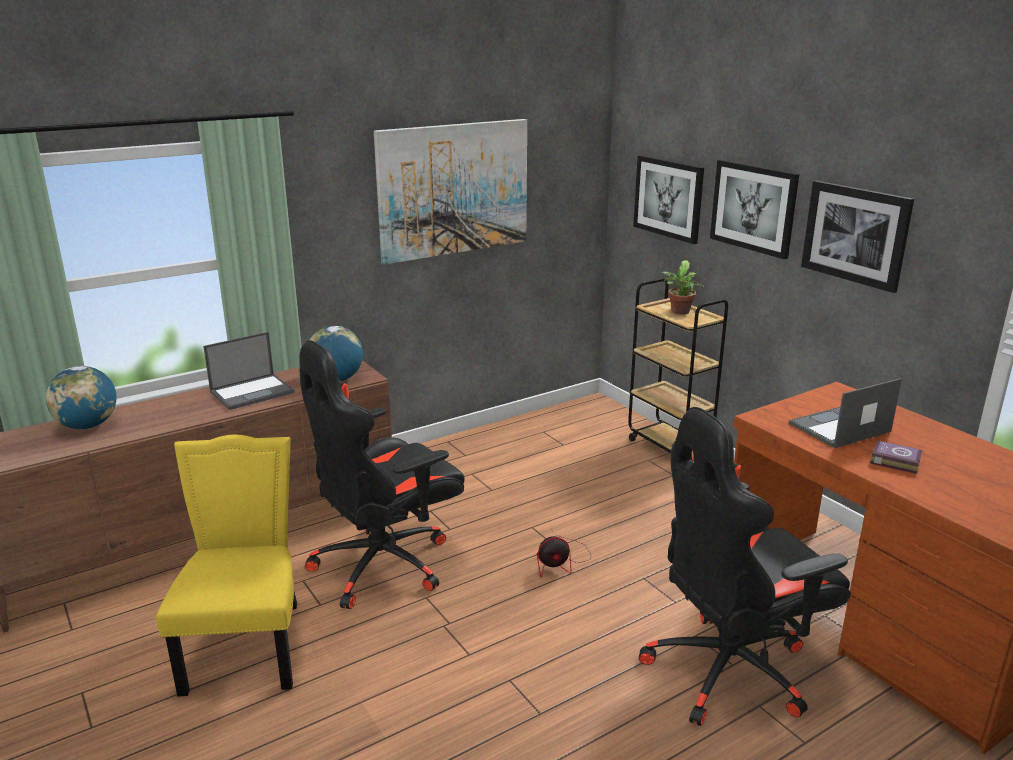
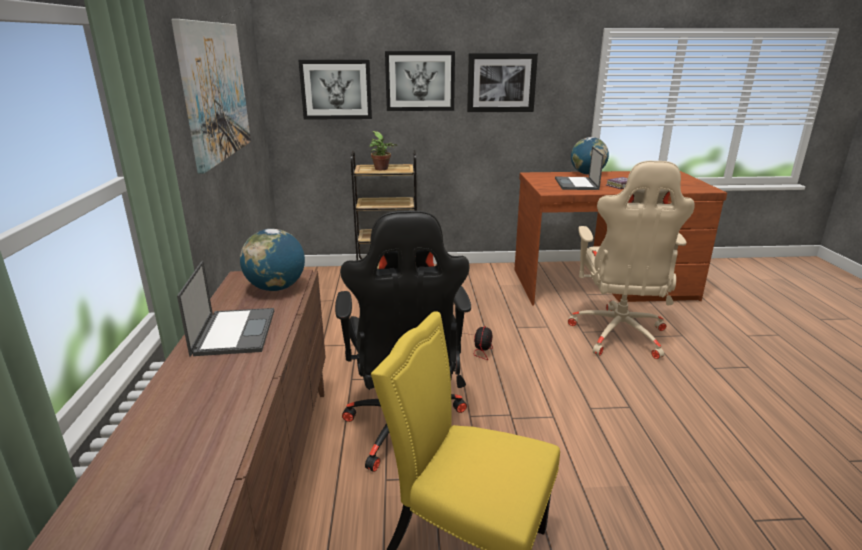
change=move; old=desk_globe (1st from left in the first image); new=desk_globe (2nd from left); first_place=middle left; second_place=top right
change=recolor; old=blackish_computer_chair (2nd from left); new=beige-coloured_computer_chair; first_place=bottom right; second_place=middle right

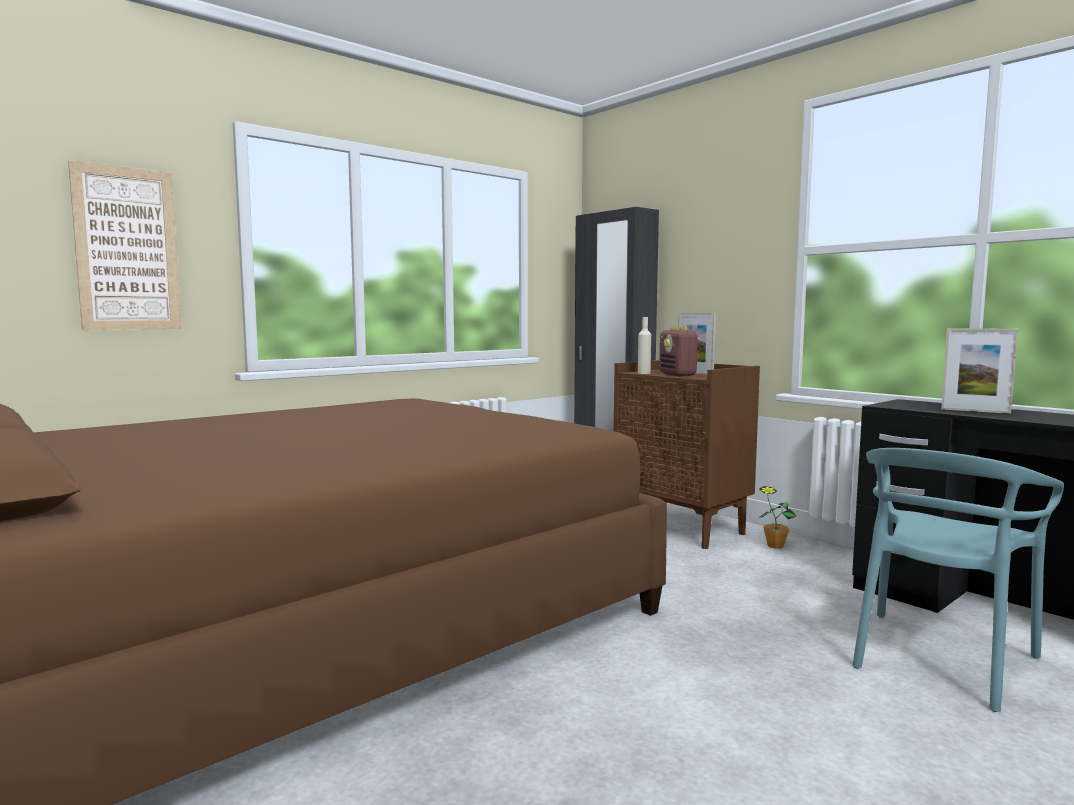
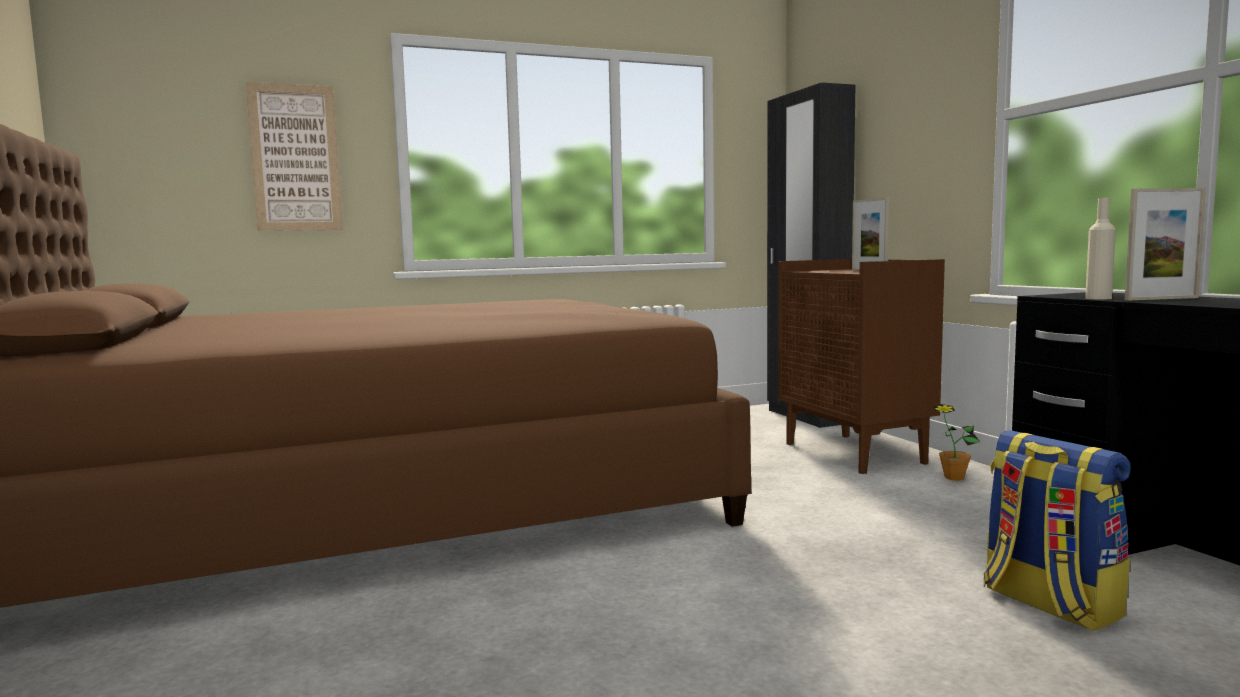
change=delete; old=radio_set; first_place=centre
change=move; old=beige-coloured_drink_bottle; first_place=centre; second_place=middle right
change=replace; old=turquoise_plain_chair; new=rucksack; first_place=bottom right; second_place=bottom right
change=rotate; old=standing_frame (2nd from left); first_place=middle right; second_place=middle right; degrees=-60

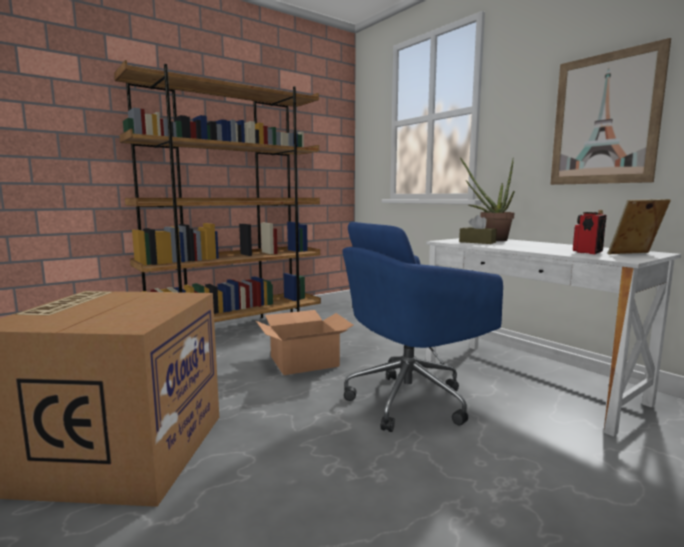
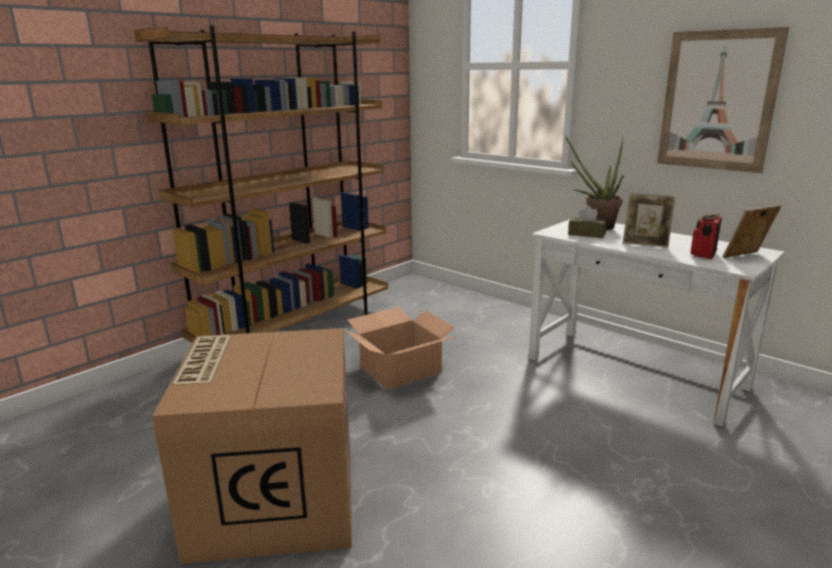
change=delete; old=blue-coloured_computer_chair; first_place=centre
change=insert; new=standing_frame (1st from left); second_place=middle right

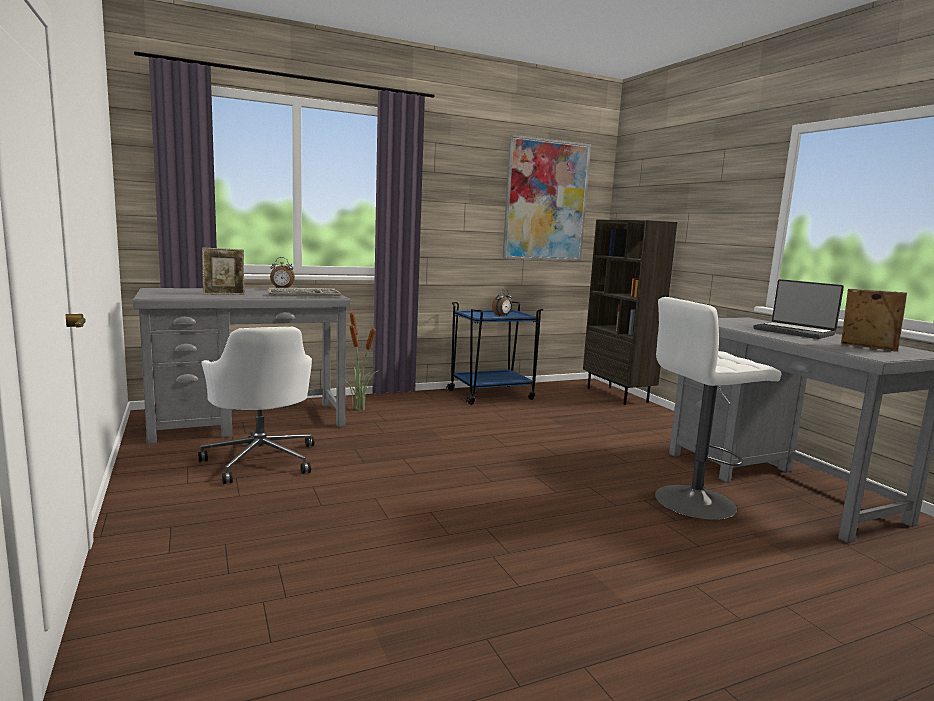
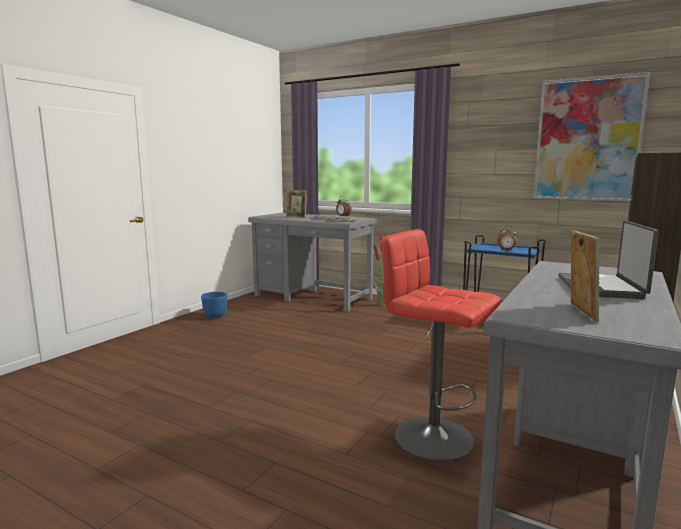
change=delete; old=white_computer_chair; first_place=middle left
change=insert; new=blue-coloured_plant_pot; second_place=middle left
change=recolor; old=white_sitting_stool; new=red_sitting_stool; first_place=middle right; second_place=centre

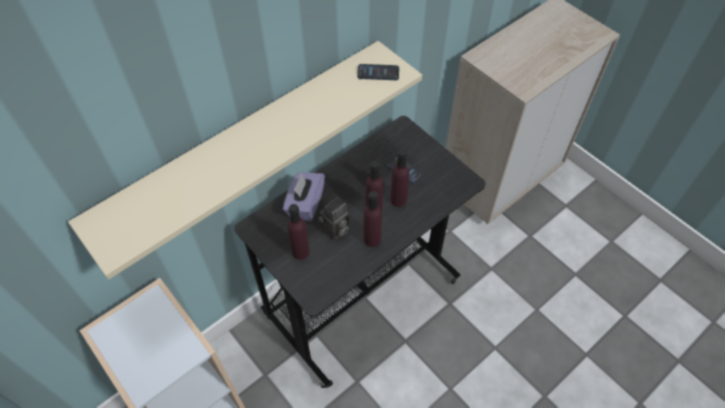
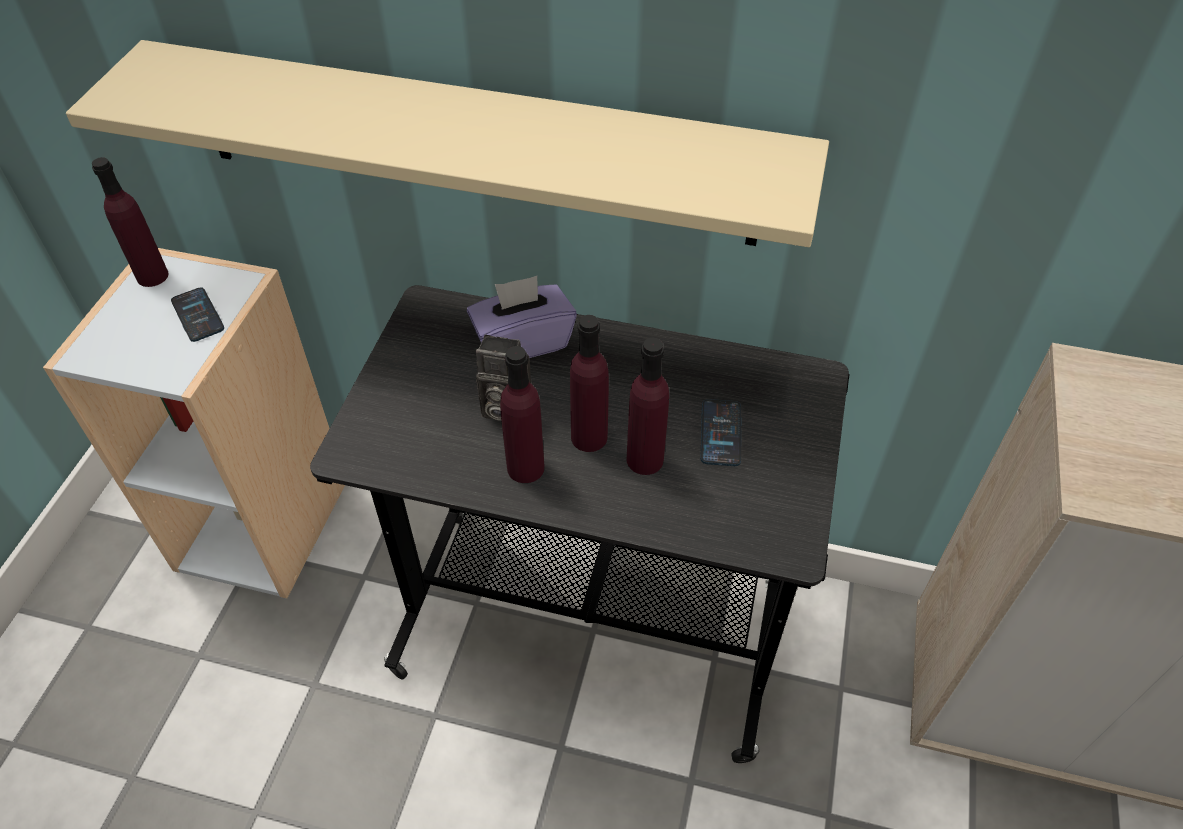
change=move; old=purplish_drink_bottle (1st from left); first_place=centre; second_place=top left
change=move; old=telephone (1st from left); first_place=top centre; second_place=middle left

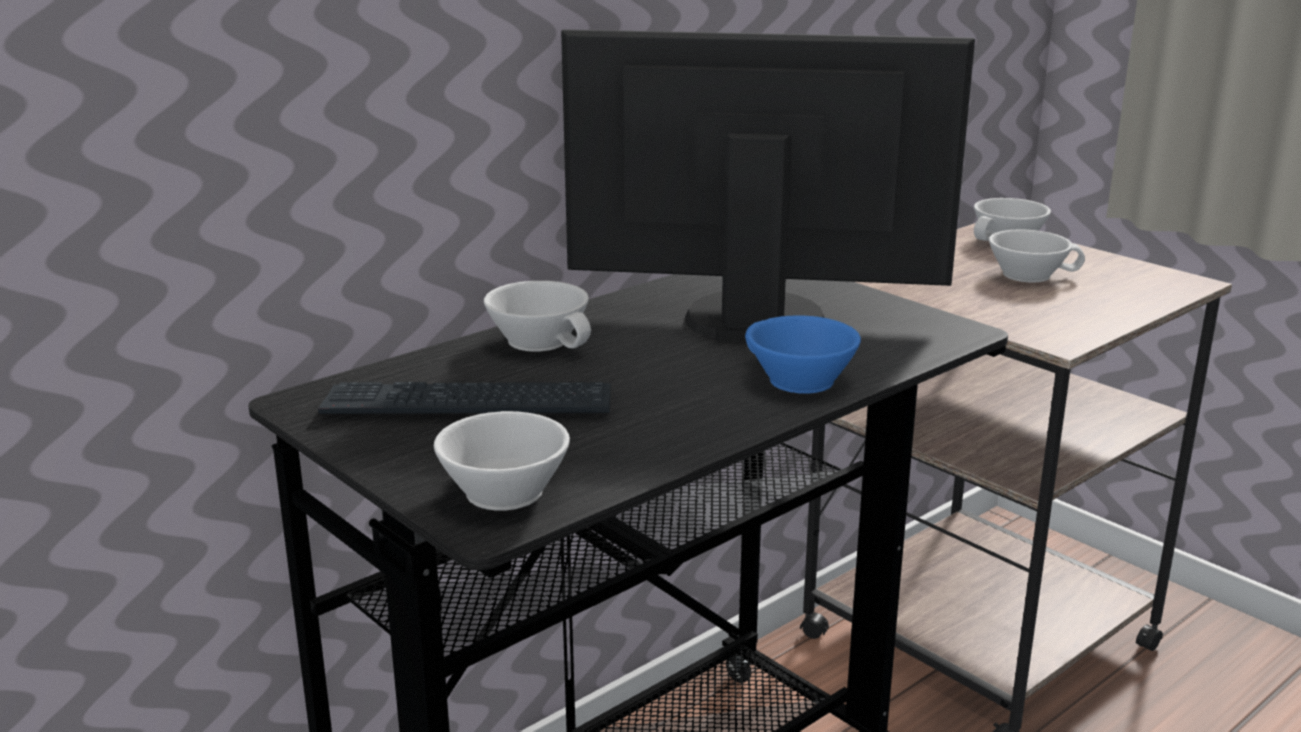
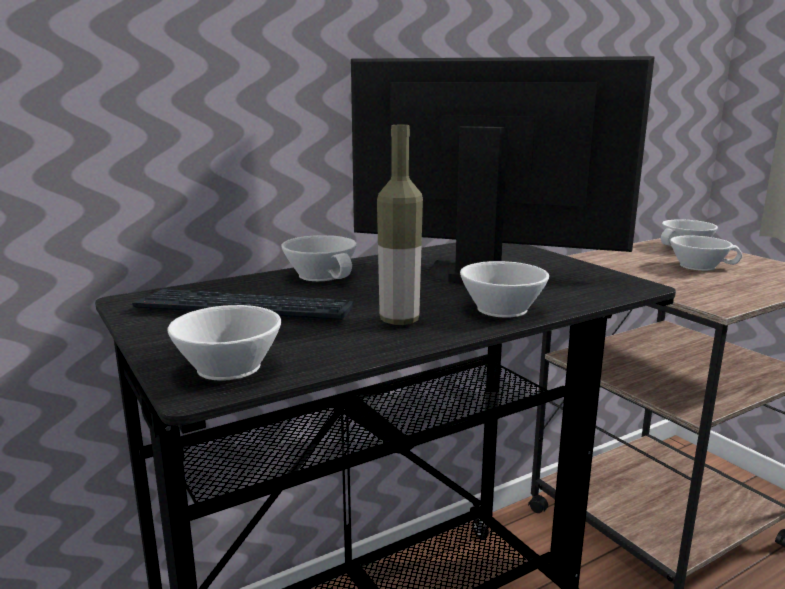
change=insert; new=drink_bottle; second_place=centre
change=recolor; old=blue-coloured_small_cup; new=white_small_cup (3rd from left); first_place=centre; second_place=centre

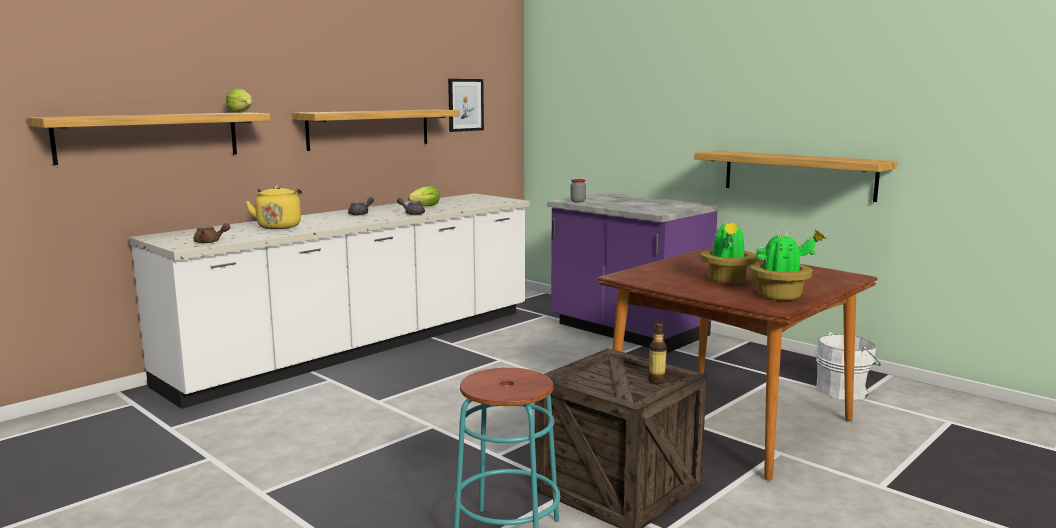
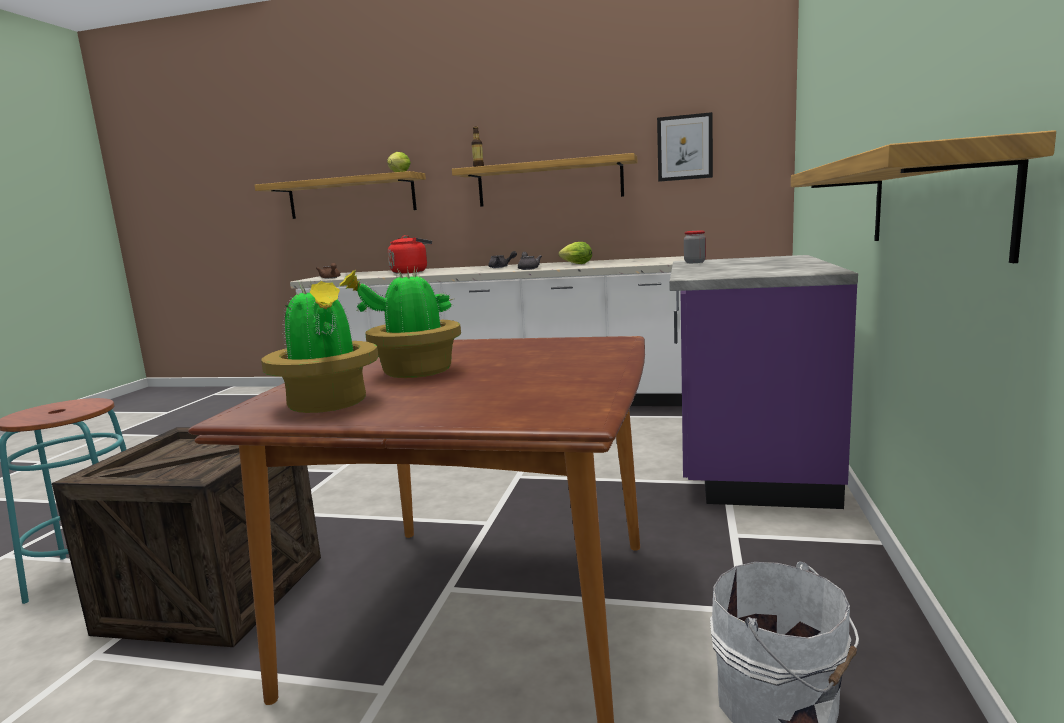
change=move; old=drink_bottle; first_place=bottom centre; second_place=top centre
change=recolor; old=yellow_kettle; new=red_kettle; first_place=middle left; second_place=centre

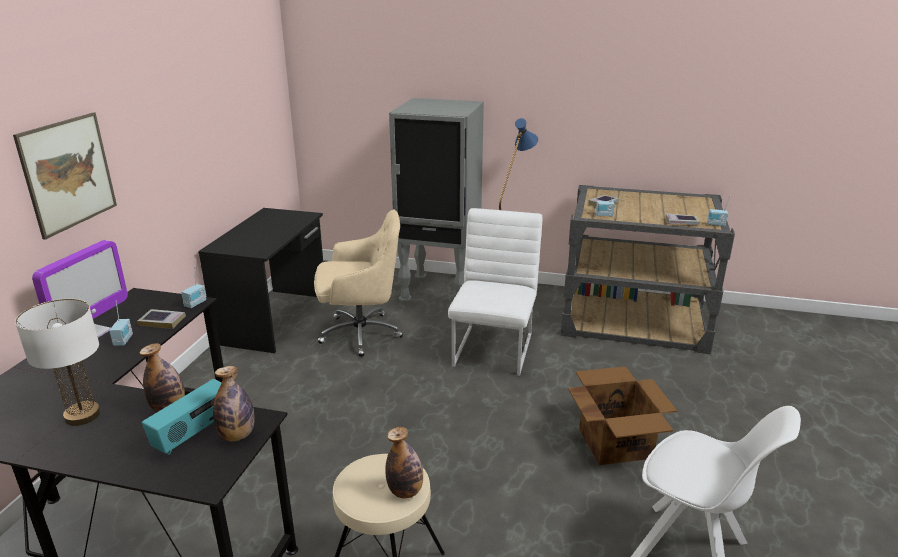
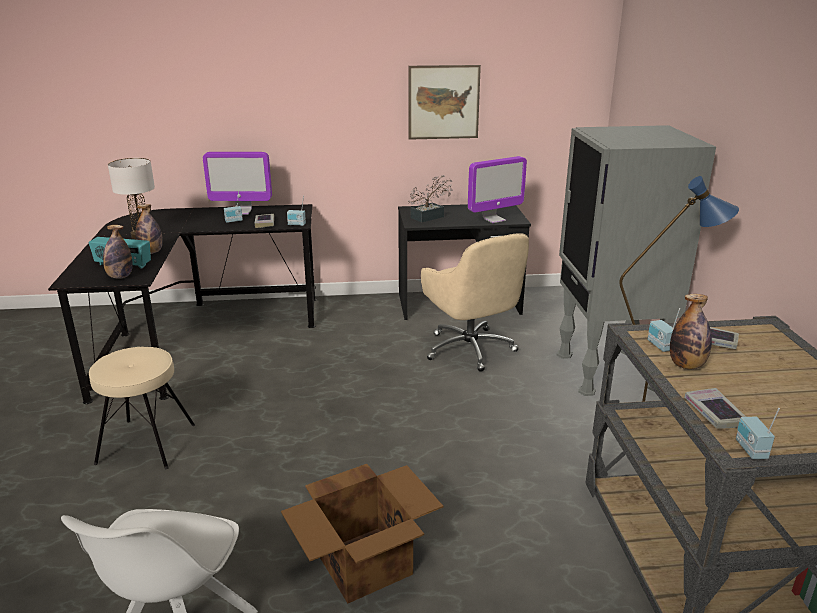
change=delete; old=white_plain_chair (1st from left); first_place=centre
change=insert; new=plant_in_a_pot; second_place=top centre
change=insert; new=monitor (2nd from left); second_place=top centre
change=move; old=wall_picture; first_place=top left; second_place=top centre
change=move; old=drink_bottle (3rd from left); first_place=bottom centre; second_place=middle right

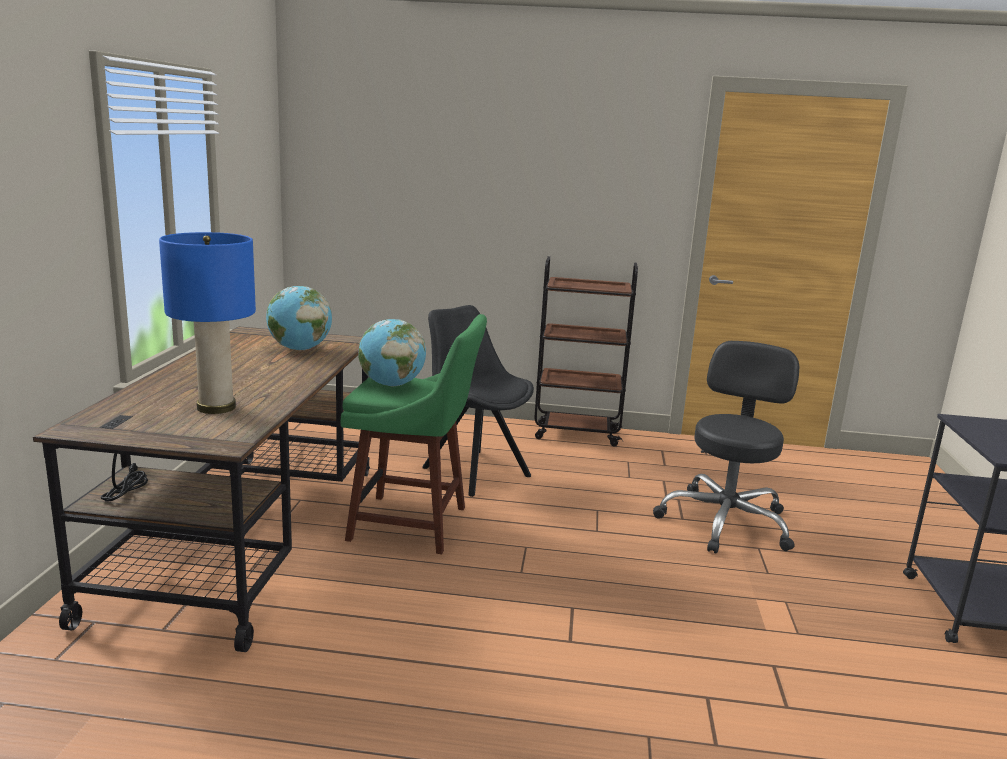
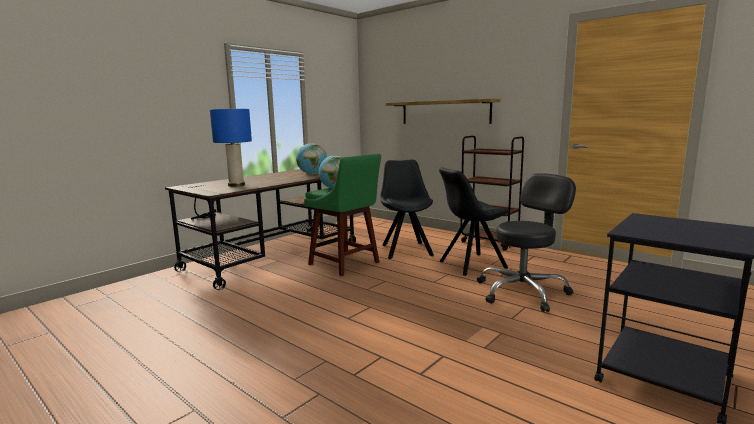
change=insert; new=bracket_shelf; second_place=top centre
change=insert; new=blackish_plain_chair (2nd from left); second_place=centre

